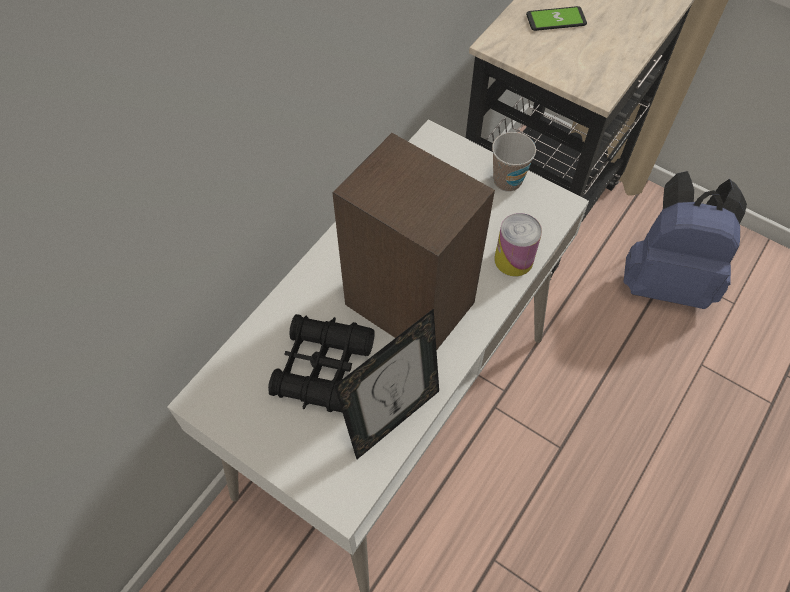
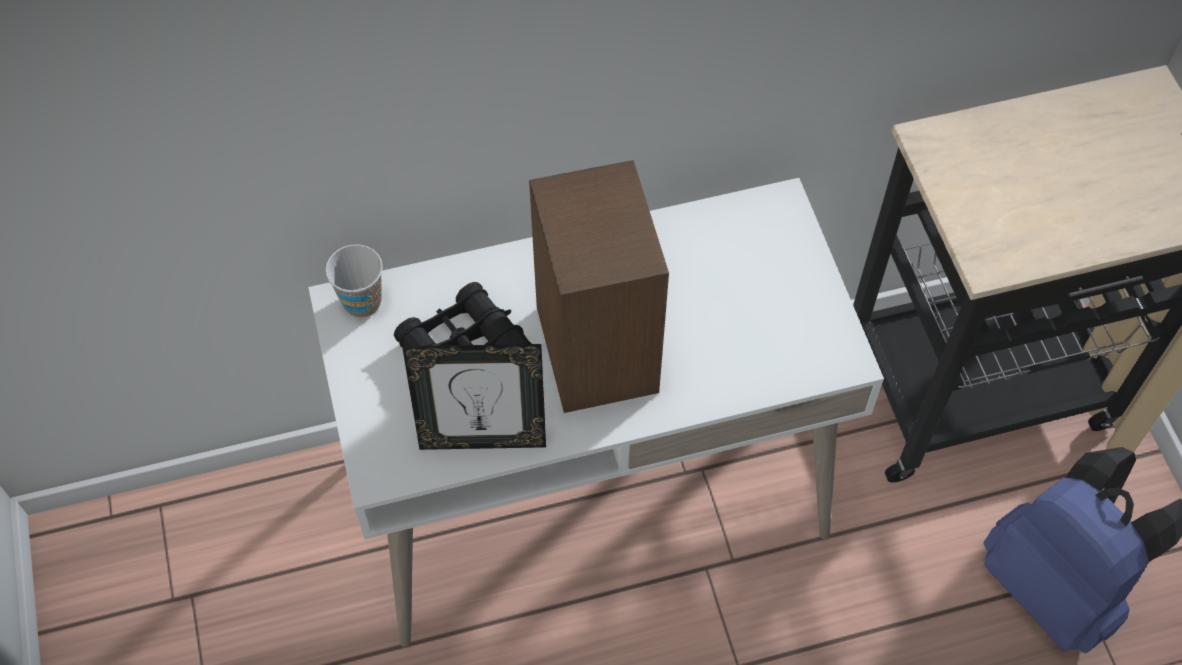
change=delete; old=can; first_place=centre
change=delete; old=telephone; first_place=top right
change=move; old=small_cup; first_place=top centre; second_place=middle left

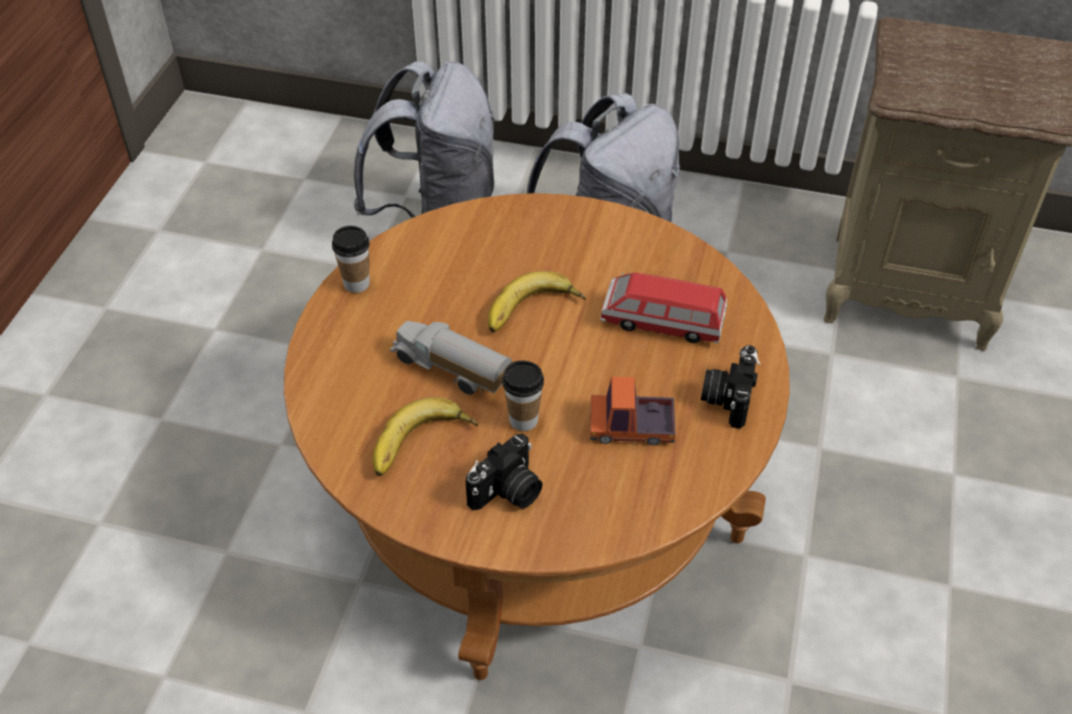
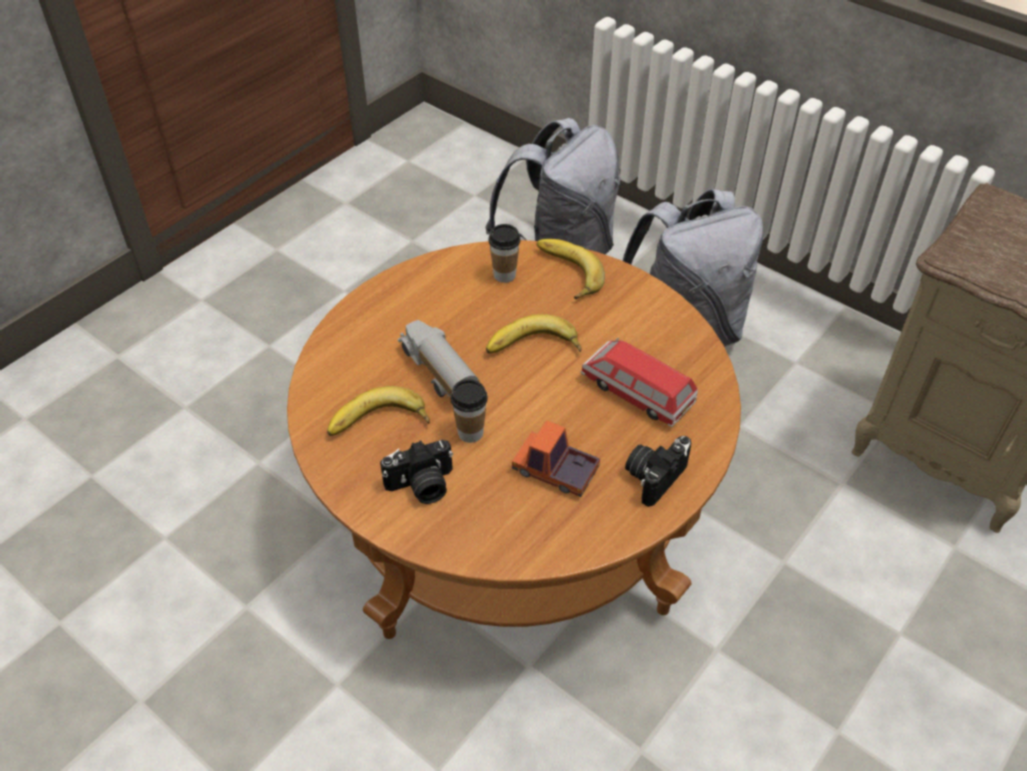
change=insert; new=banana (3rd from left); second_place=centre
change=move; old=small_cup (1st from left in the first image); new=small_cup (2nd from left); first_place=middle left; second_place=top centre

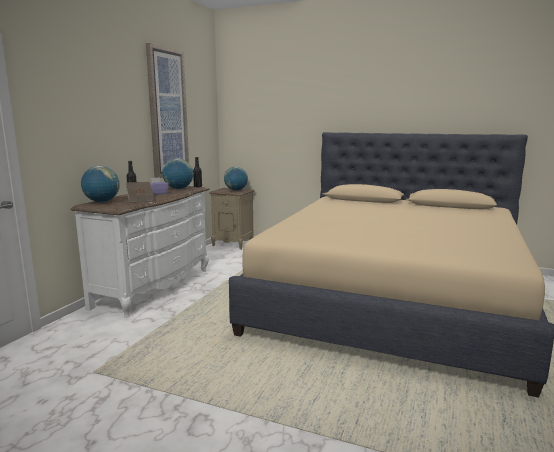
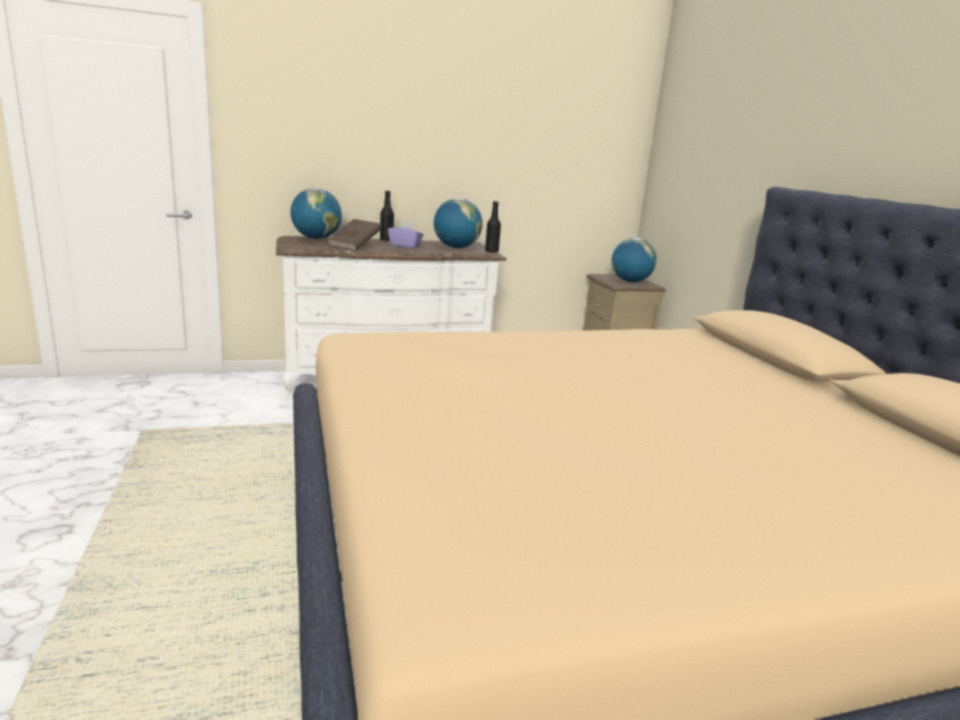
change=delete; old=wall_picture; first_place=top left

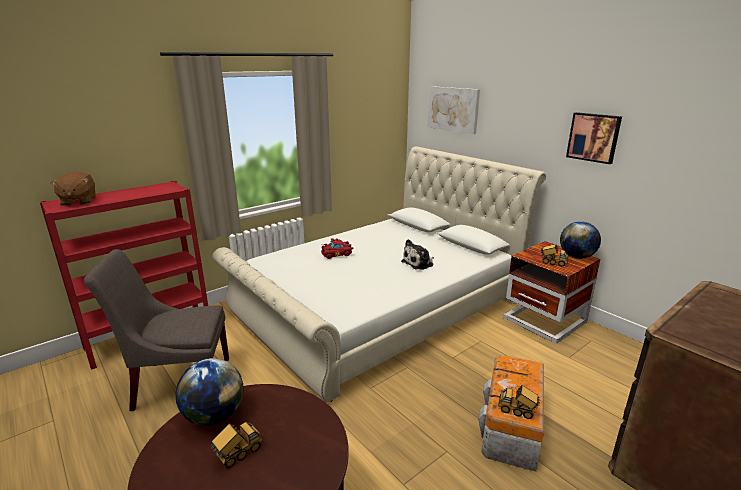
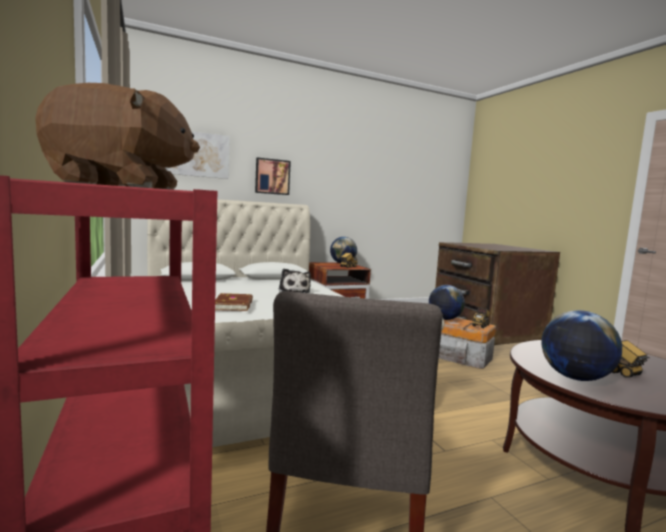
change=insert; new=desk_globe (2nd from left); second_place=middle right
change=move; old=wall_picture (2nd from left); first_place=top right; second_place=top centre
change=replace; old=red_miniature_car; new=brown-coloured_volume; first_place=centre; second_place=centre

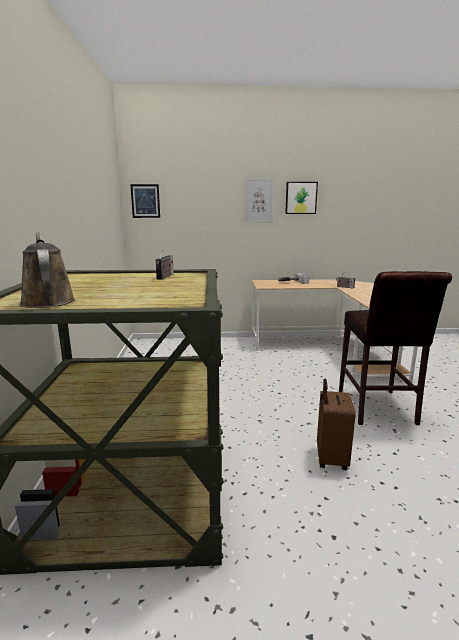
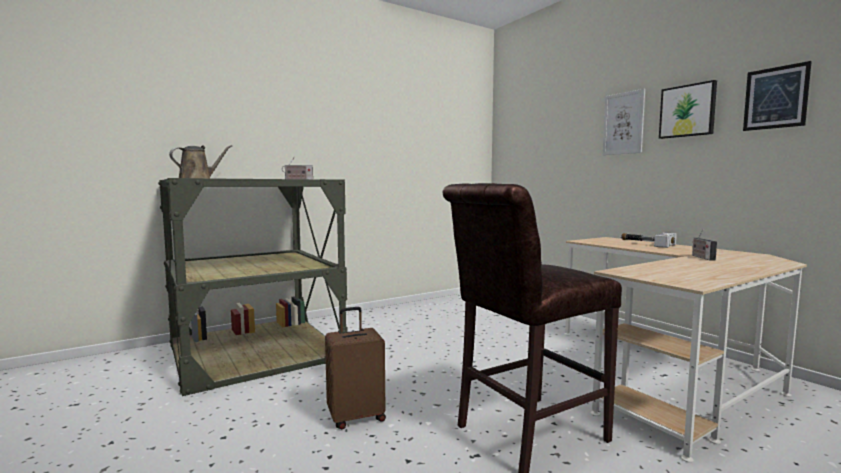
change=move; old=wall_picture (1st from left in the first image); new=wall_picture (3rd from left); first_place=top left; second_place=top right

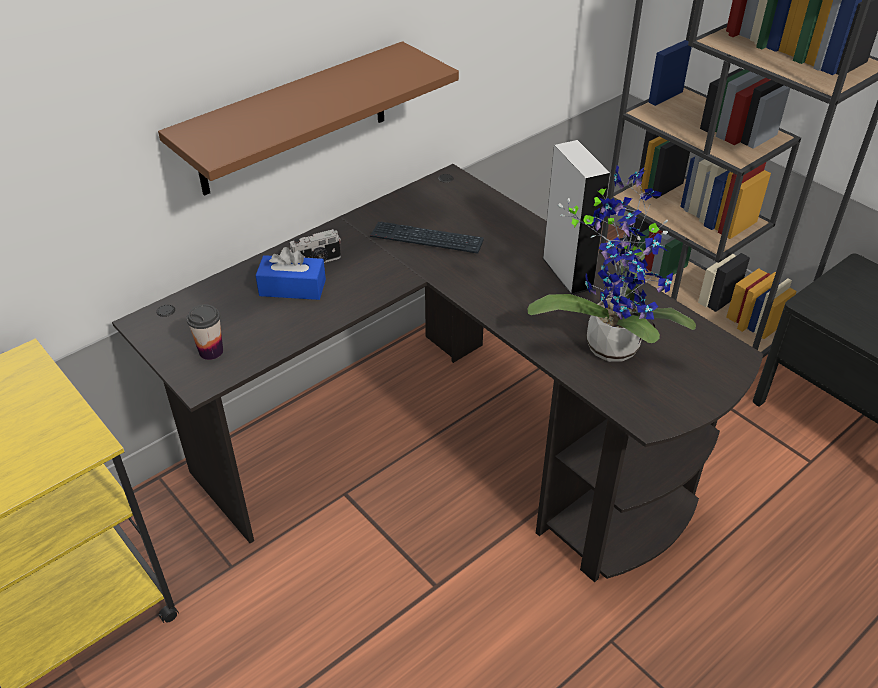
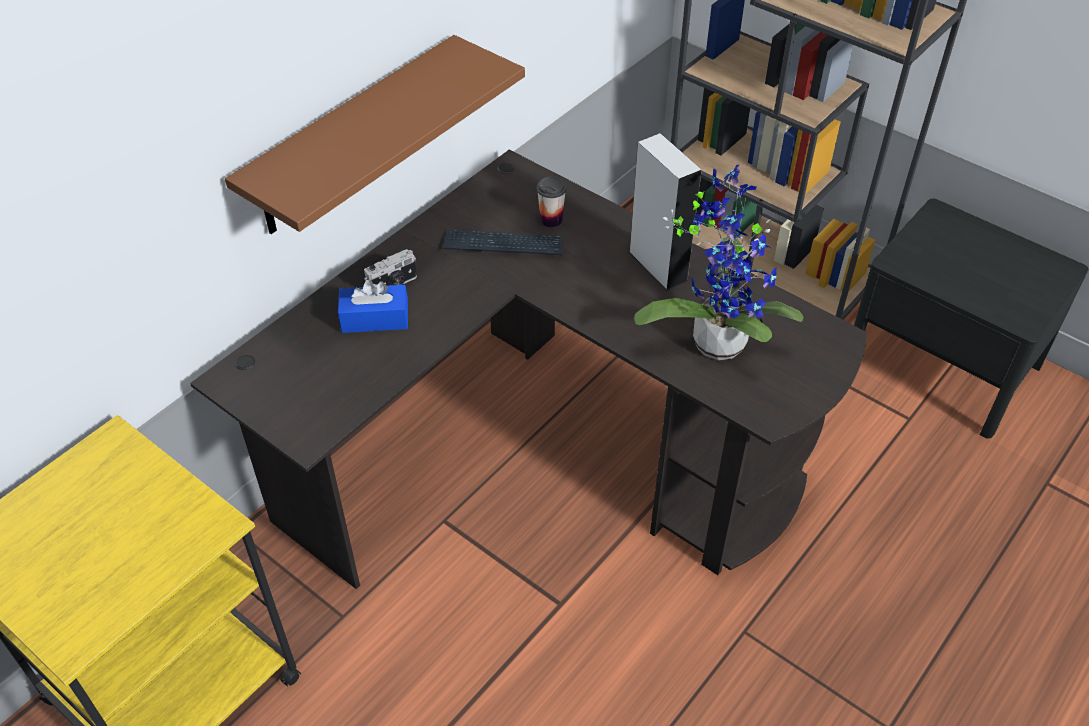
change=move; old=small_cup; first_place=middle left; second_place=top centre

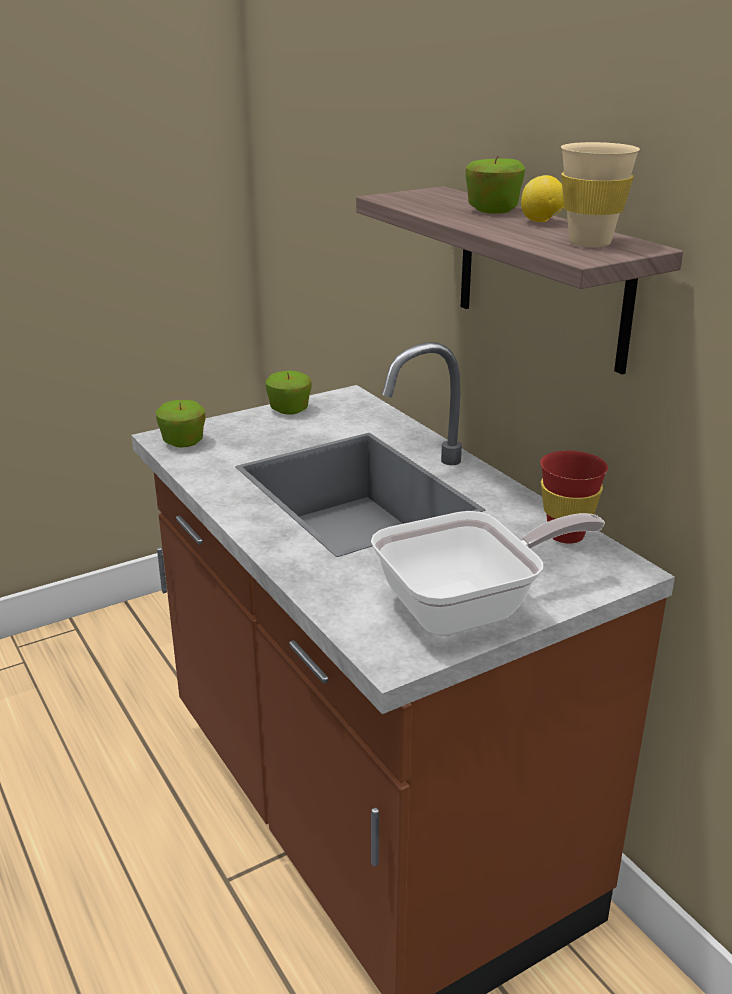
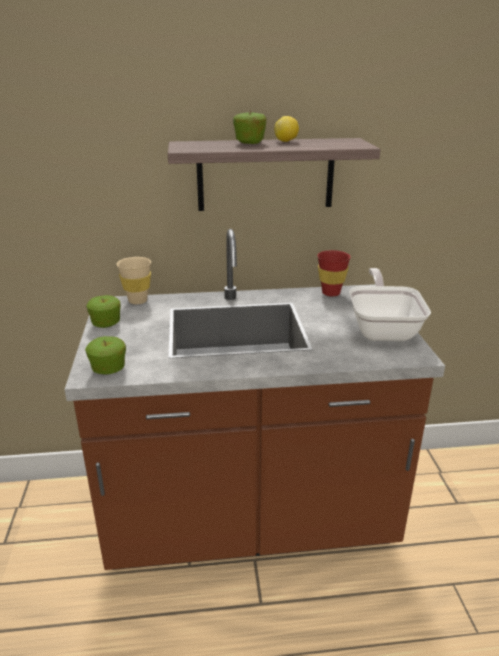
change=move; old=beige-coloured_small_cup; first_place=top right; second_place=middle left

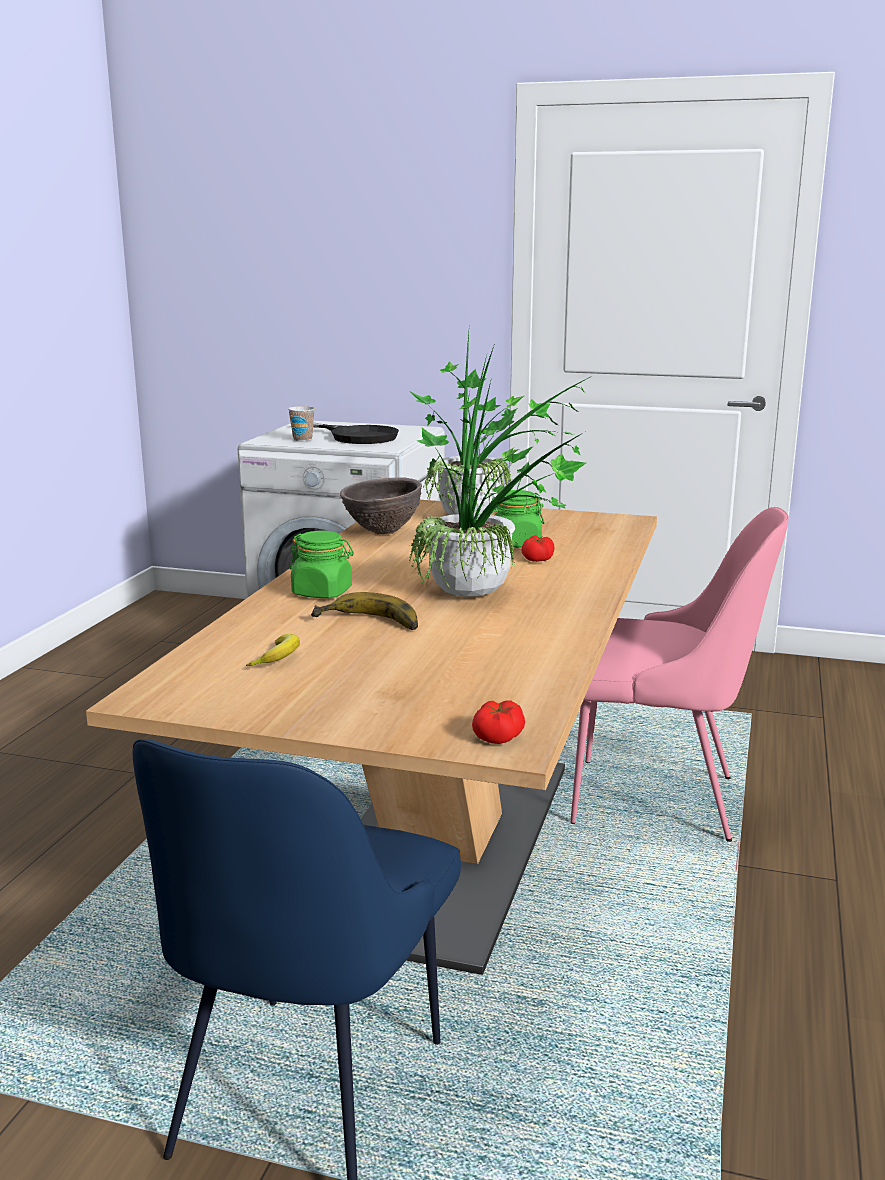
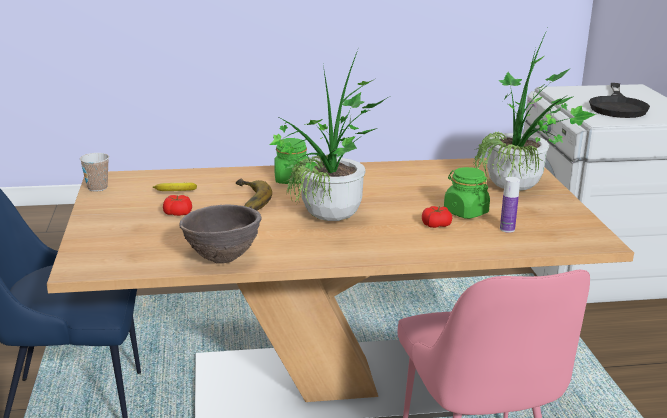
change=insert; new=drink_bottle; second_place=middle right
change=move; old=small_cup; first_place=centre; second_place=middle left
change=move; old=brown-coloured_deep_dish; first_place=centre; second_place=middle left
change=move; old=fresh_tomato (1st from left); first_place=centre; second_place=middle left

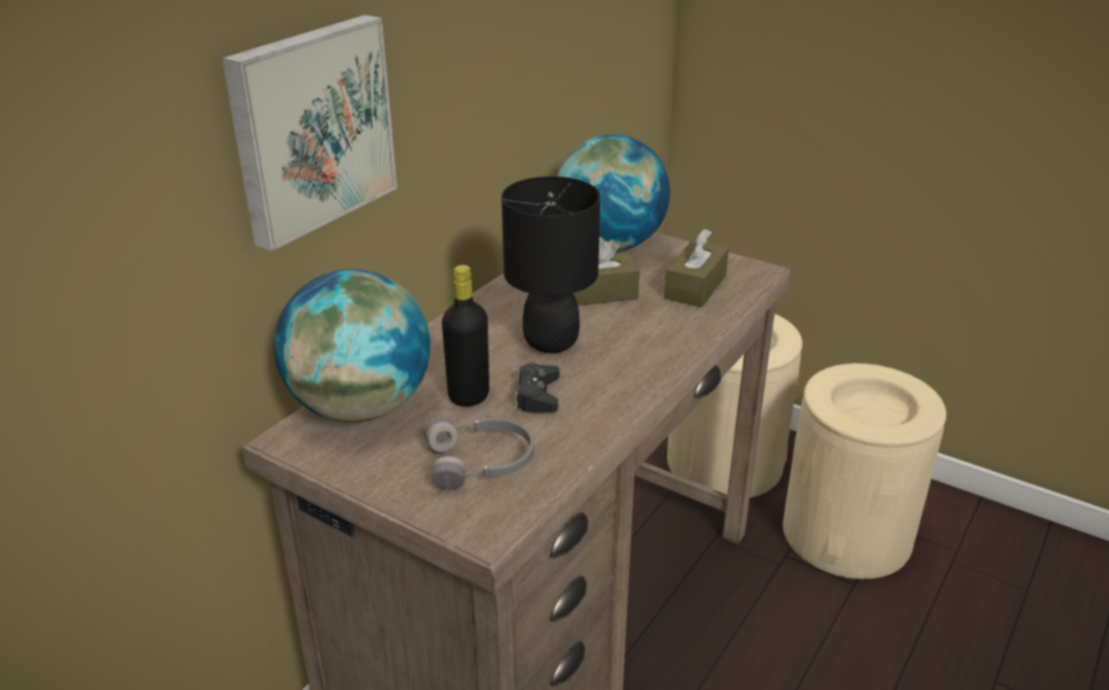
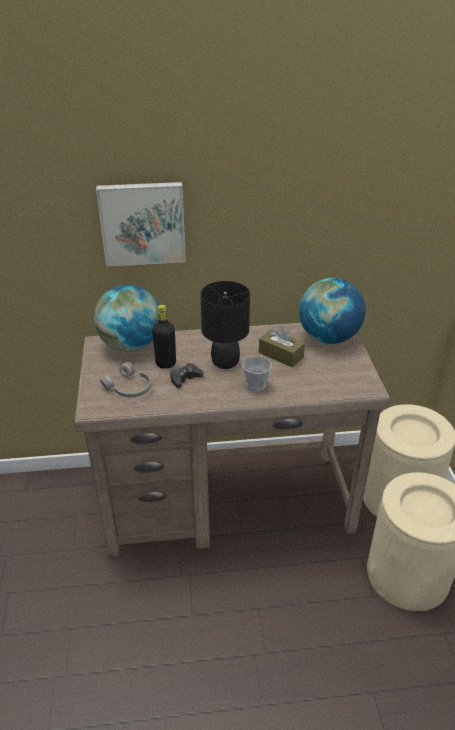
change=delete; old=brown-coloured_box_of_tissues (2nd from left); first_place=centre
change=insert; new=small_cup; second_place=centre

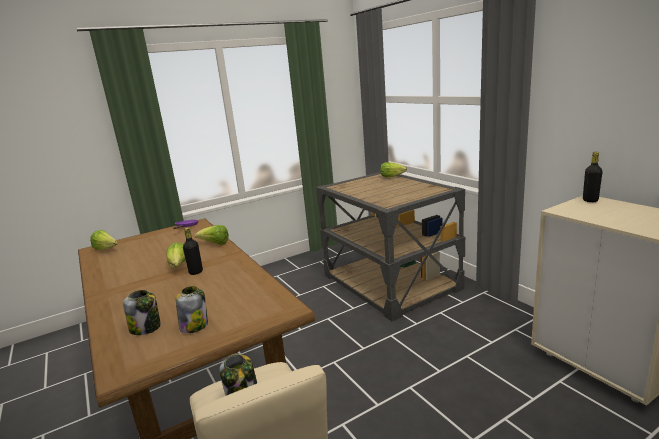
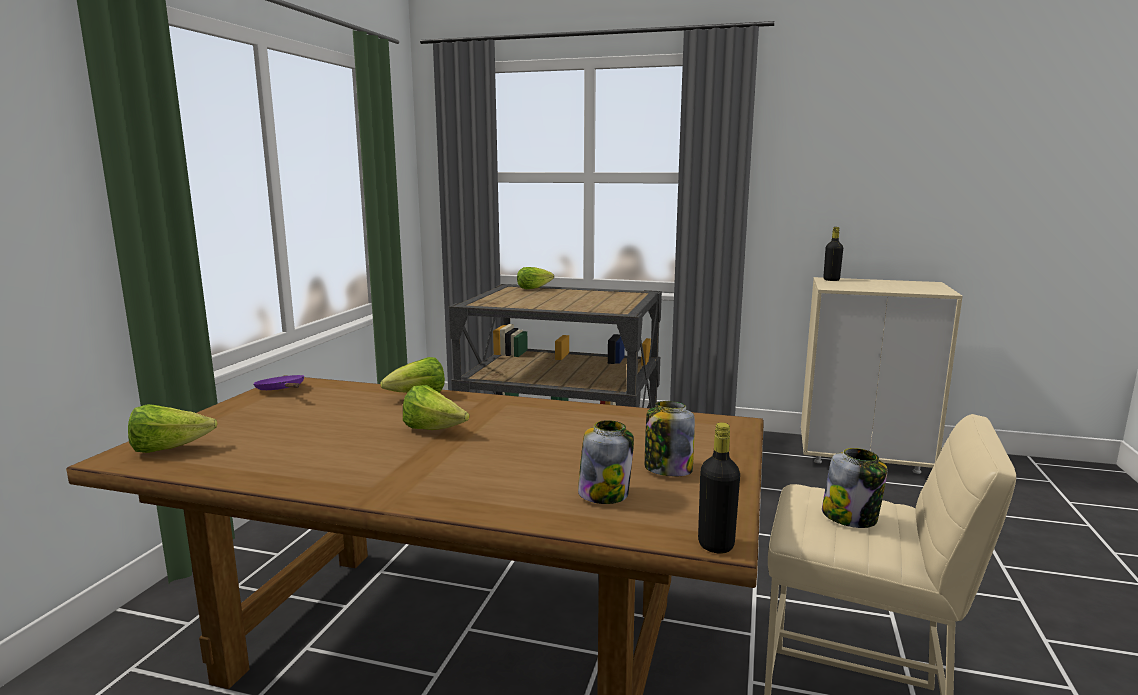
change=move; old=blackish_drink_bottle (1st from left); first_place=middle left; second_place=bottom centre

